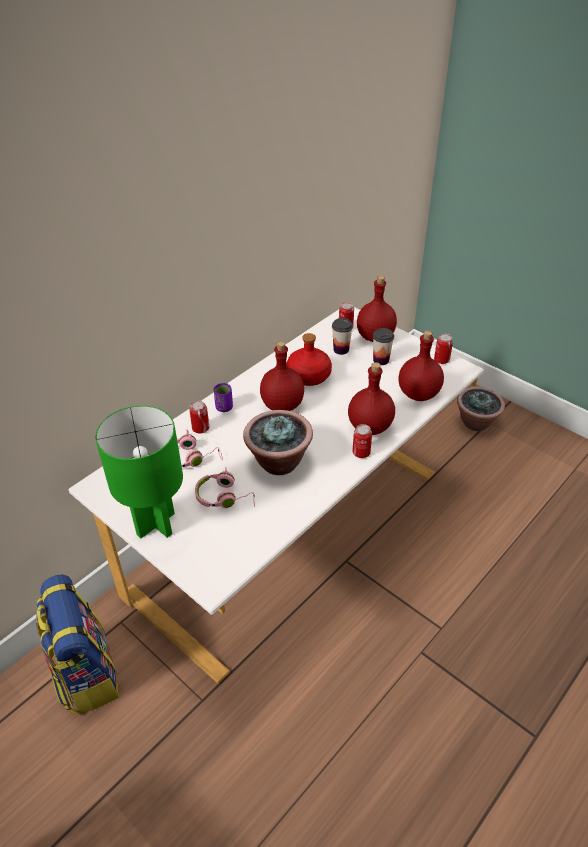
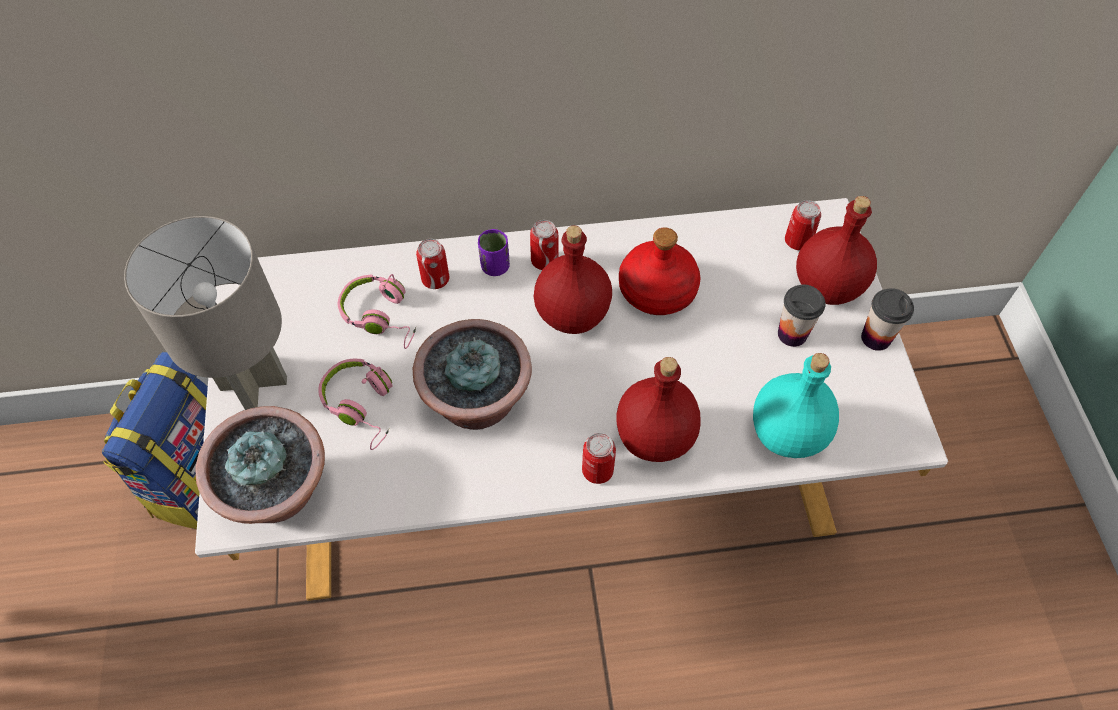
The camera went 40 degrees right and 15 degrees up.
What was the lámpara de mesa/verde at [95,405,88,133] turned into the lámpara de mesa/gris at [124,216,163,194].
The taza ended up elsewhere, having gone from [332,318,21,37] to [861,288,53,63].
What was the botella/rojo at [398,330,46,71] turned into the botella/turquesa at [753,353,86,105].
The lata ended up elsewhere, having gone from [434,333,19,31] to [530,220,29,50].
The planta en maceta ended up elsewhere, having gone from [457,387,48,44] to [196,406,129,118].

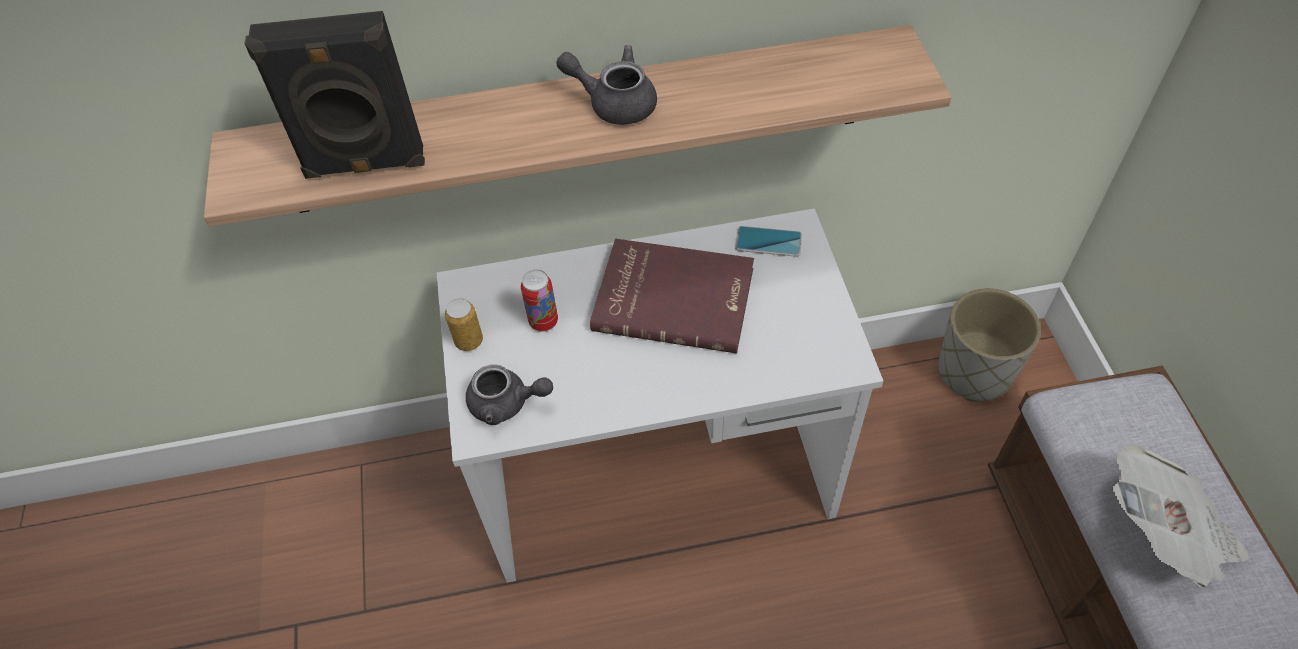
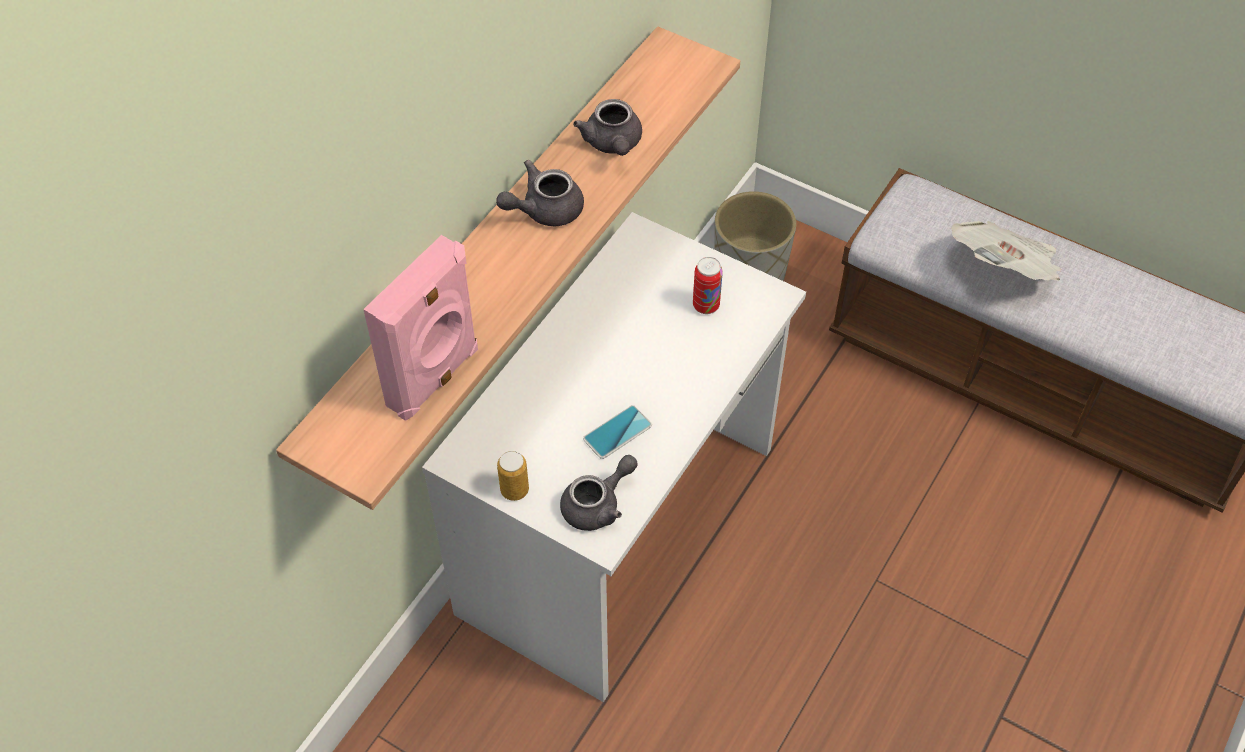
The camera went 50 degrees left and 0 degrees up.
What was the altavoz/negro at [244,11,181,168] turned into the altavoz/rosa at [363,235,115,186].
The lata ended up elsewhere, having gone from [521,269,37,63] to [693,257,30,57].
The second view lost the libro/rojo at [590,239,164,114].
The móvil ended up elsewhere, having gone from [735,226,67,31] to [583,405,69,54].
The second view gained the tetera/gris at [573,99,69,57].

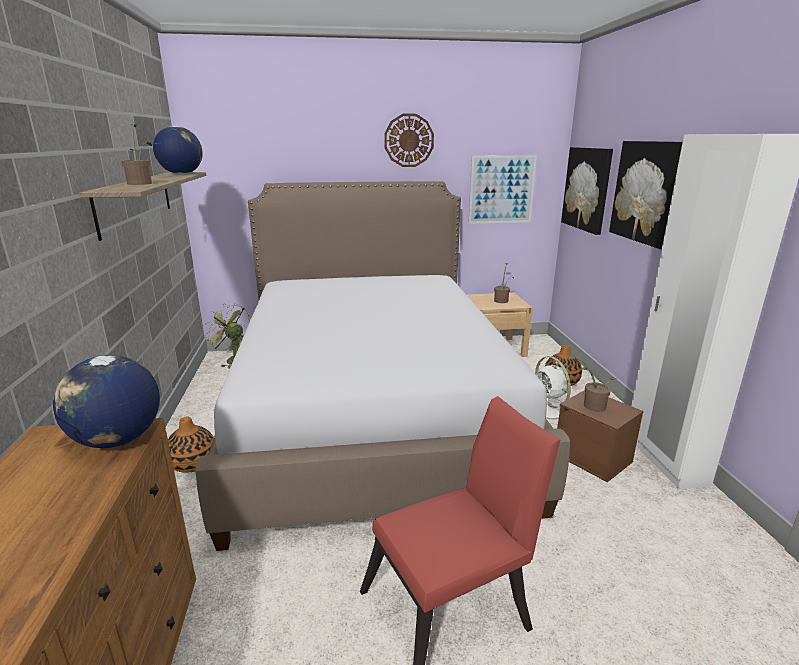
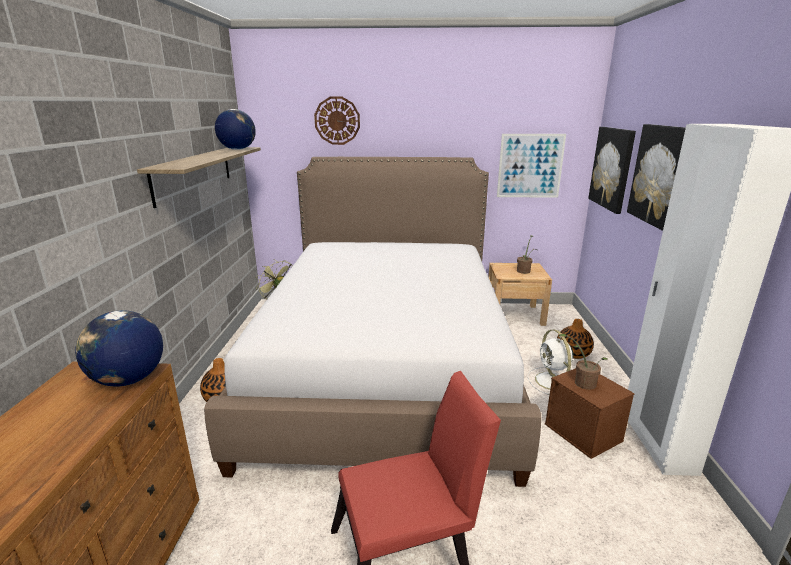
The camera went 10 degrees right and 0 degrees up.
The second view lost the planta en maceta at [121,124,31,61].
The reloj de pared ended up elsewhere, having gone from [384,114,50,53] to [314,97,46,48].

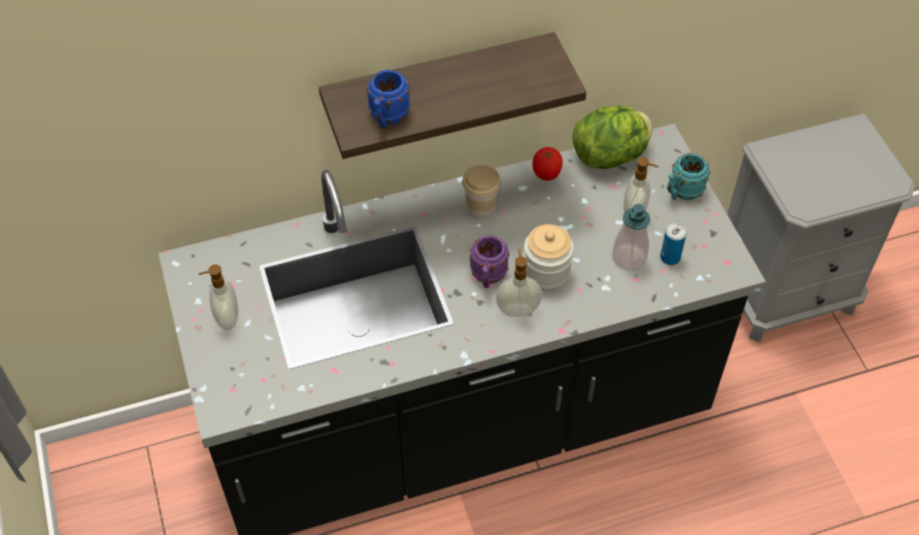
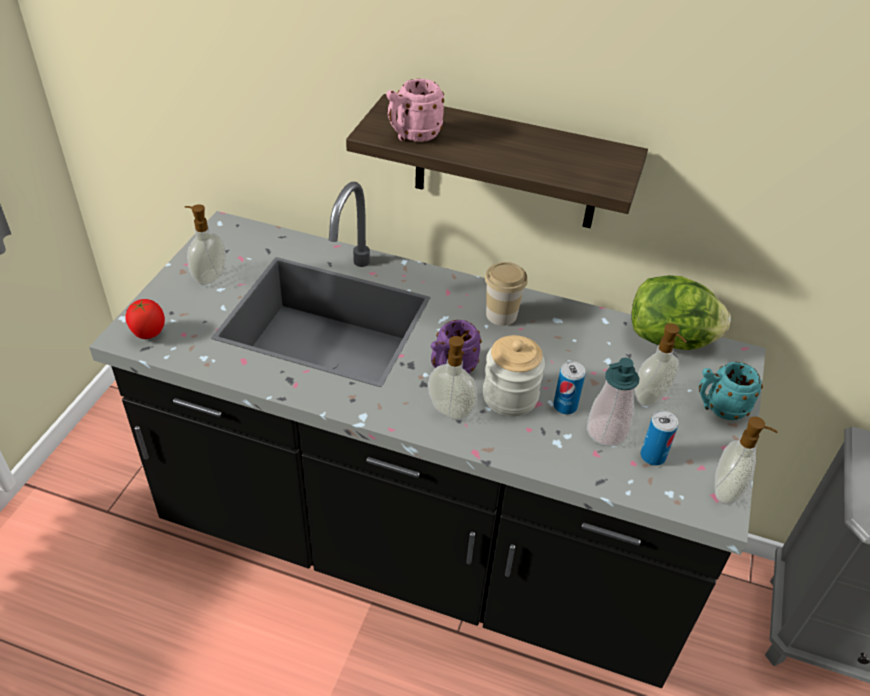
The camera went 35 degrees right and 10 degrees down.
What was the taza grande/azul at [367,70,43,59] turned into the taza grande/rosa at [387,79,57,63].
The tomate ended up elsewhere, having gone from [532,147,31,34] to [126,299,39,40].
The second view gained the lata at [553,361,33,53].
The second view gained the dispensador de jabón at [715,416,63,89].

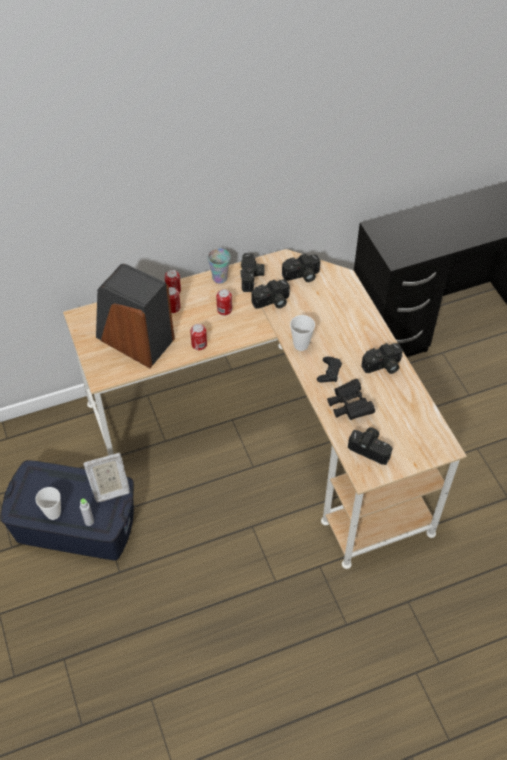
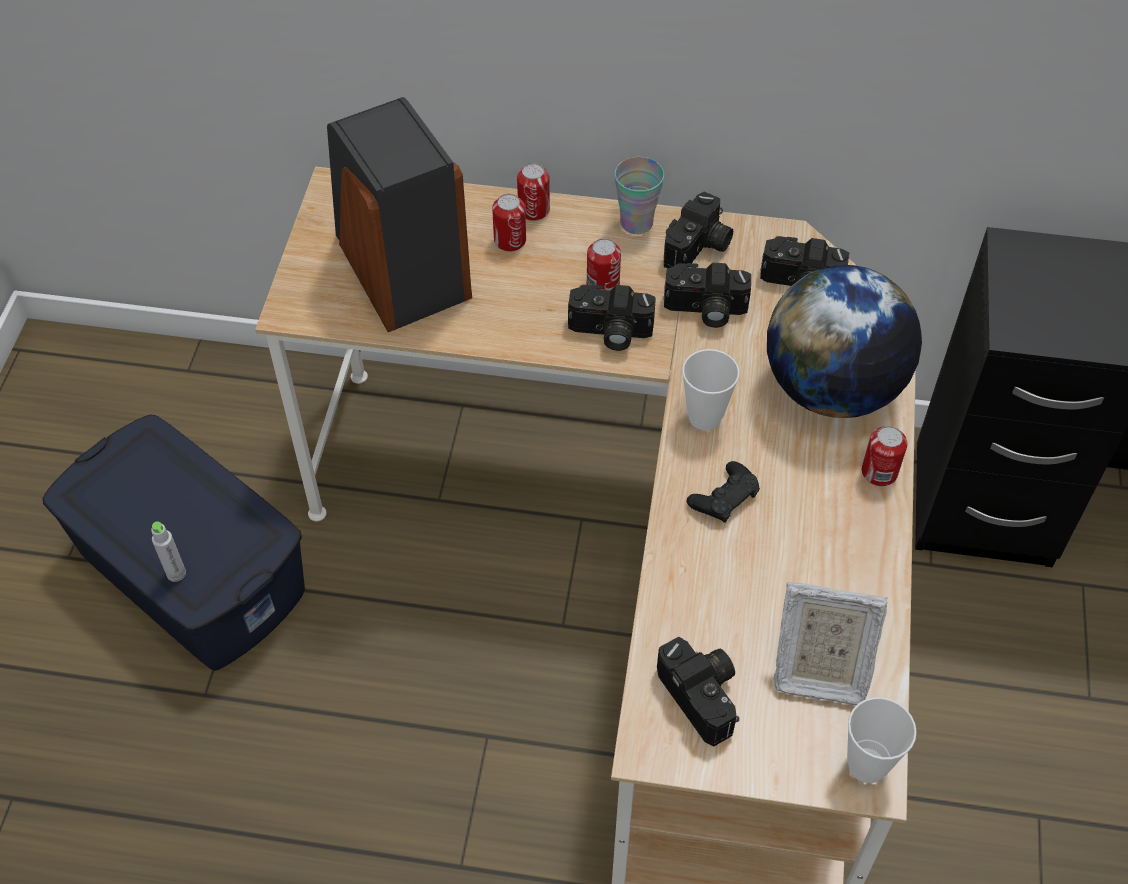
The camera went 30 degrees right and 0 degrees up.
The taza ended up elsewhere, having gone from [35,487,26,33] to [847,697,70,86].
The portarretratos ended up elsewhere, having gone from [83,452,47,50] to [773,582,115,123].
The lata ended up elsewhere, having gone from [190,324,17,26] to [862,426,45,60].
The second view lost the prismáticos/negro at [327,379,48,41].
The cámara ended up elsewhere, having gone from [361,343,42,31] to [568,285,88,66].
The second view gained the globo terráqueo at [767,265,155,153].

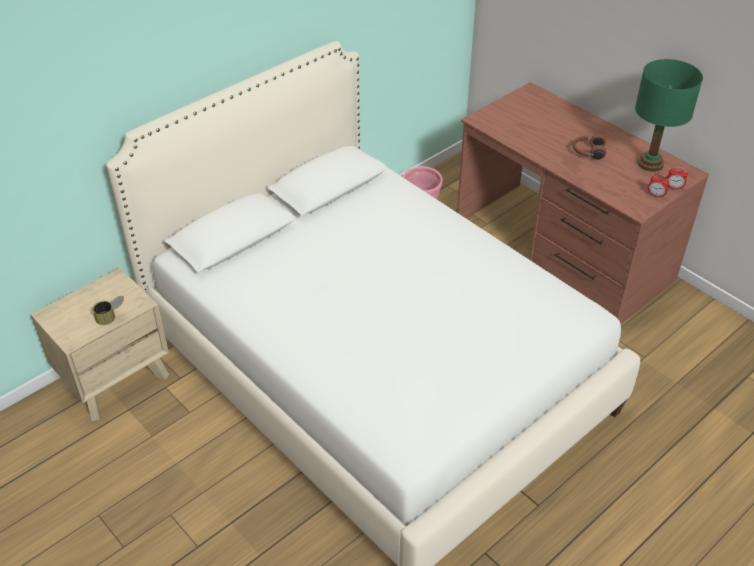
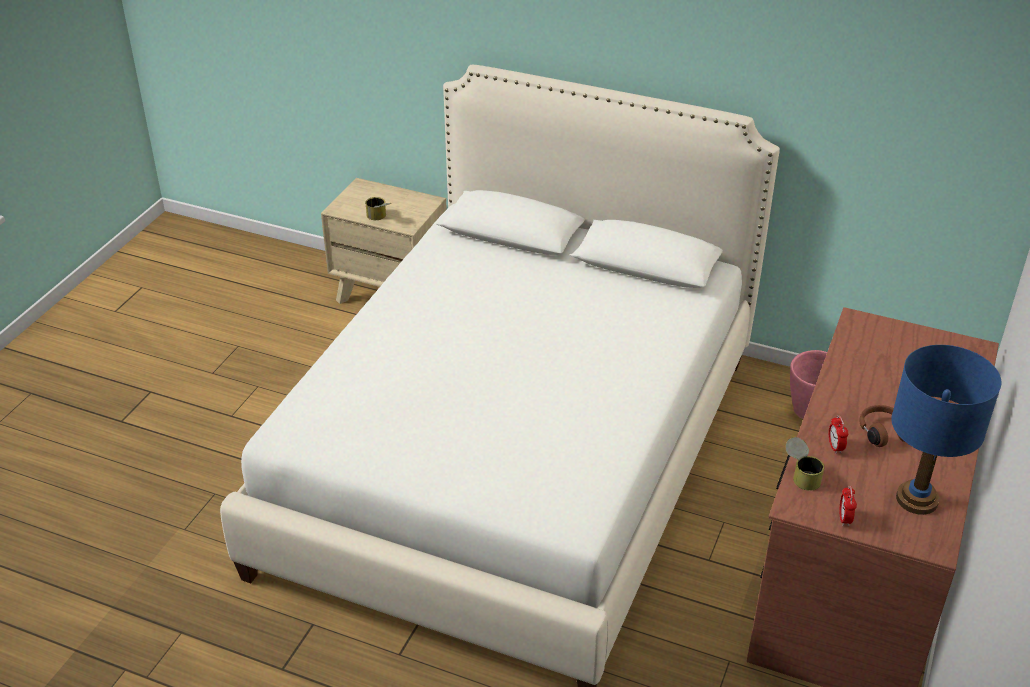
The camera went 65 degrees right and 5 degrees down.
What was the lámpara de mesa/verde at [635,59,68,113] turned into the lámpara de mesa/azul at [891,345,111,170].
The despertador ended up elsewhere, having gone from [667,166,21,24] to [829,416,20,38].
The second view gained the lata at [785,437,40,54].

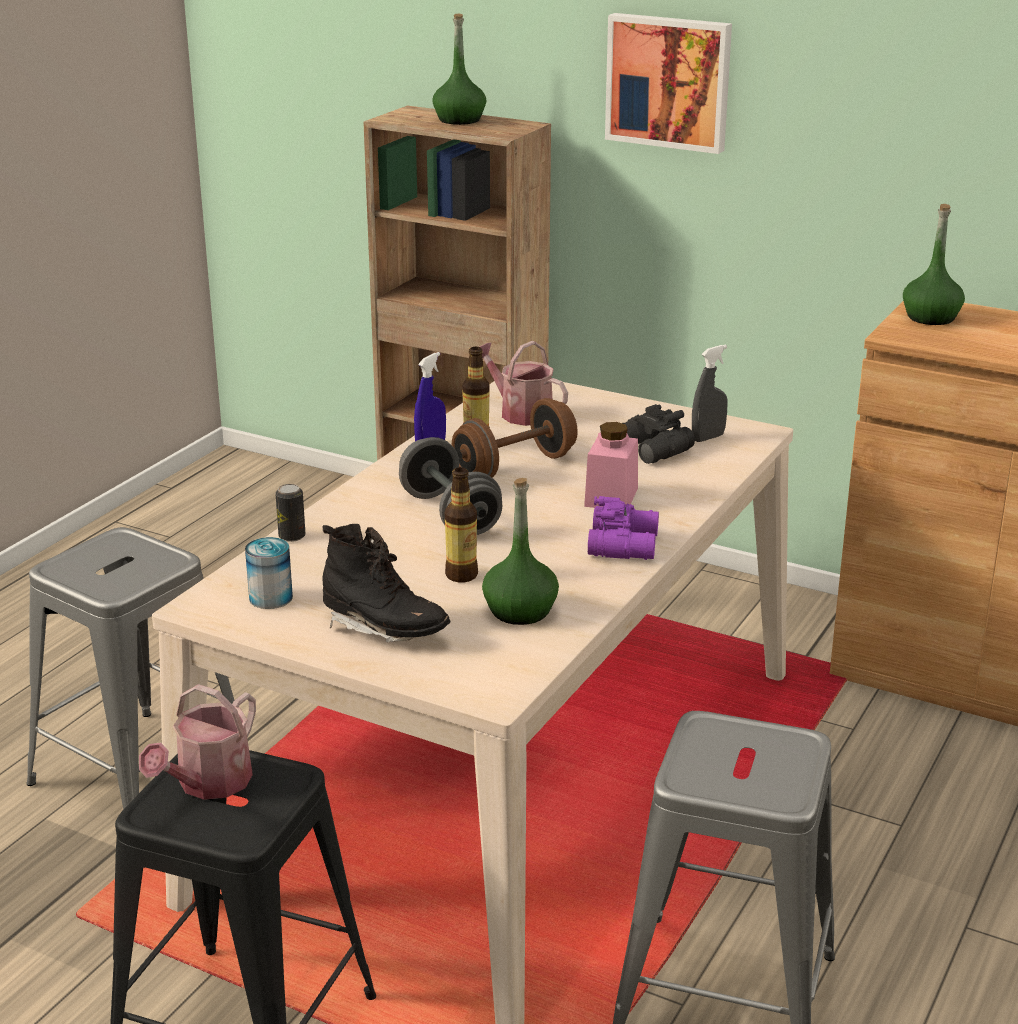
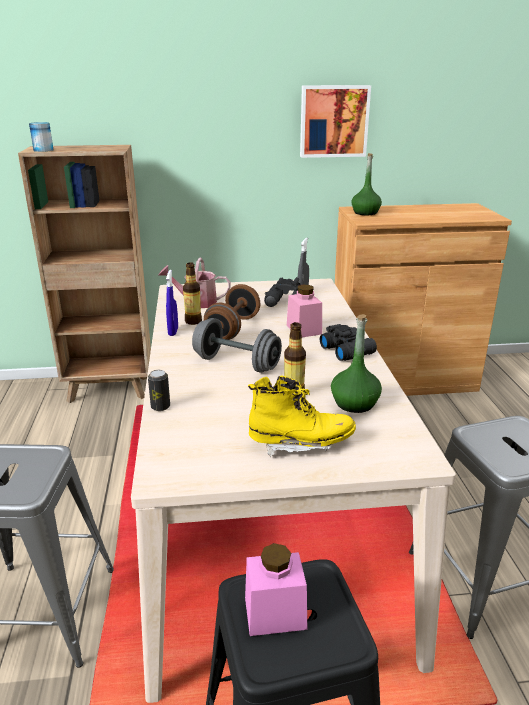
The camera went 35 degrees left and 0 degrees up.
Where the regadera stood at [139,684,117,116], the tarro/rosa came to stand at [245,543,62,93].
The lata ended up elsewhere, having gone from [245,537,48,72] to [29,122,25,30].
What was the bota/negro at [323,524,127,118] turned into the bota/amarillo at [248,375,108,82].
The second view lost the botella/verde at [432,14,54,111].
What was the prismáticos/morado at [588,496,71,64] turned into the prismáticos/negro at [320,324,57,37].
The cuadro ended up elsewhere, having gone from [605,13,127,141] to [300,85,71,73].

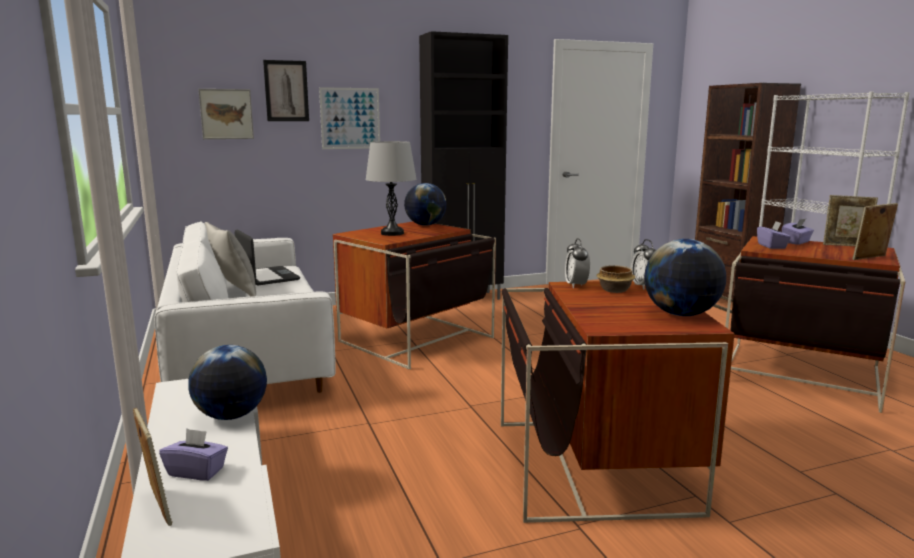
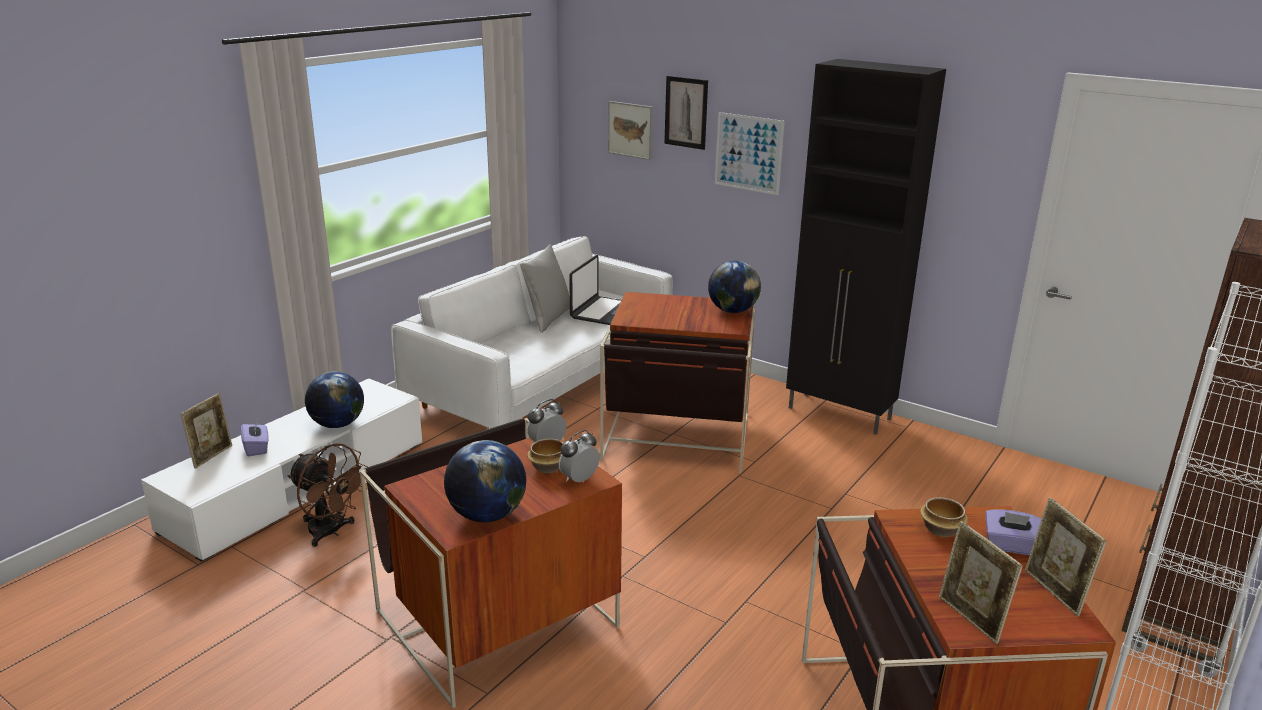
The camera went 55 degrees right and 10 degrees up.
The second view lost the lámpara de mesa/gris at [365,141,51,95].
Where the caja de pañuelos/morado stood at [757,221,34,28], the cuenco came to stand at [920,497,48,40].
The portarretratos at [852,203,46,57] ended up facing another way, 150 degrees counterclockwise from before.
The second view gained the ventilador/marrón at [288,443,80,104].

